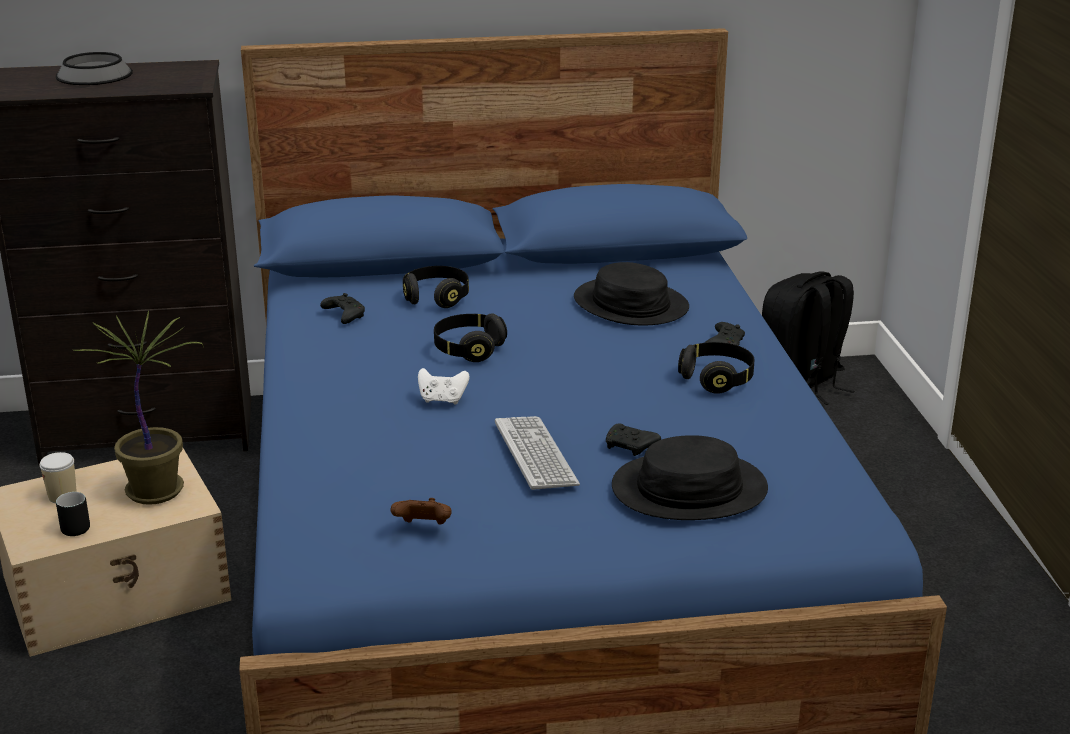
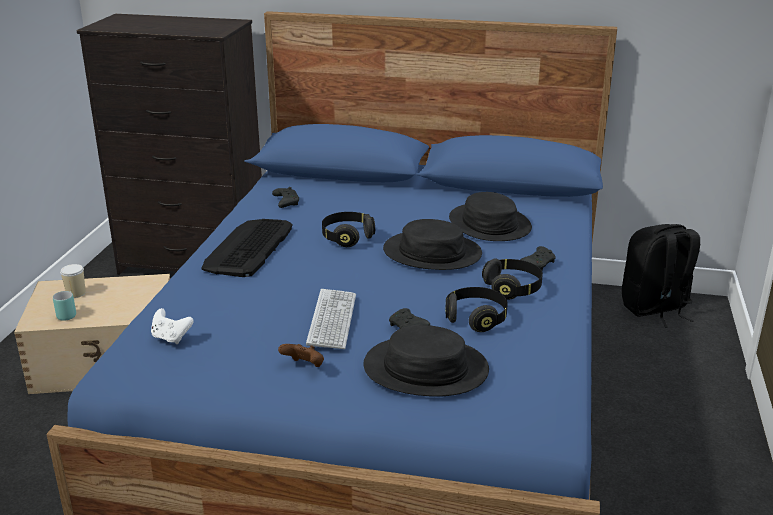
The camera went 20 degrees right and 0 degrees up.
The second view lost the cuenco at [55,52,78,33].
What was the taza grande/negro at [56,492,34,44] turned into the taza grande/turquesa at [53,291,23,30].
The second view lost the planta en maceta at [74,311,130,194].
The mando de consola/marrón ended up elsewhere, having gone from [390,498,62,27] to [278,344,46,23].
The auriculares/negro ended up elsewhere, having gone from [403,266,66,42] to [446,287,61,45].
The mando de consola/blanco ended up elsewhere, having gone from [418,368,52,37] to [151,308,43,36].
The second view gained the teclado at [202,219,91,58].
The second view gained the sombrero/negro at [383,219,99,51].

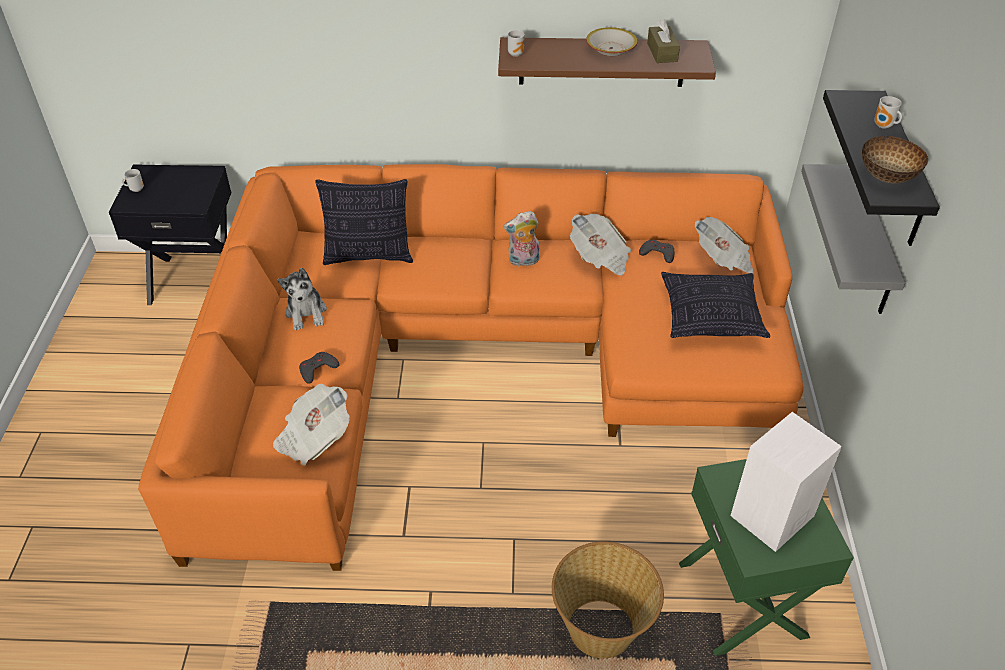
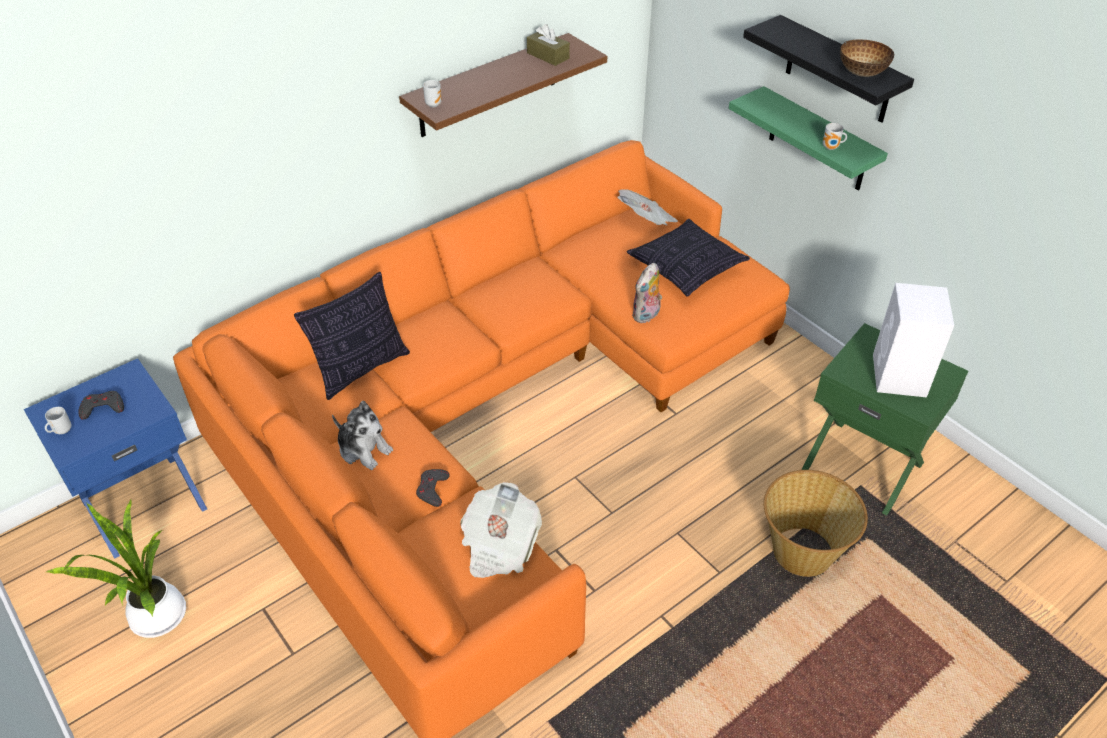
The camera went 40 degrees left and 0 degrees up.
What was the mesa auxiliar/negro at [109,164,122,141] turned into the mesa auxiliar/azul at [24,358,183,200].
The peluche ended up elsewhere, having gone from [503,211,37,55] to [632,263,30,60].
The second view lost the periódico at [570,214,61,62].
The second view lost the cuenco at [586,27,51,29].
The mando de consola/gris ended up elsewhere, having gone from [639,239,35,24] to [78,391,46,28].
What was the estante/gris at [801,164,105,150] turned into the estante/verde at [729,86,159,105].
The taza grande ended up elsewhere, having gone from [874,96,28,33] to [823,123,24,27].
The second view gained the planta en maceta at [45,498,141,140].

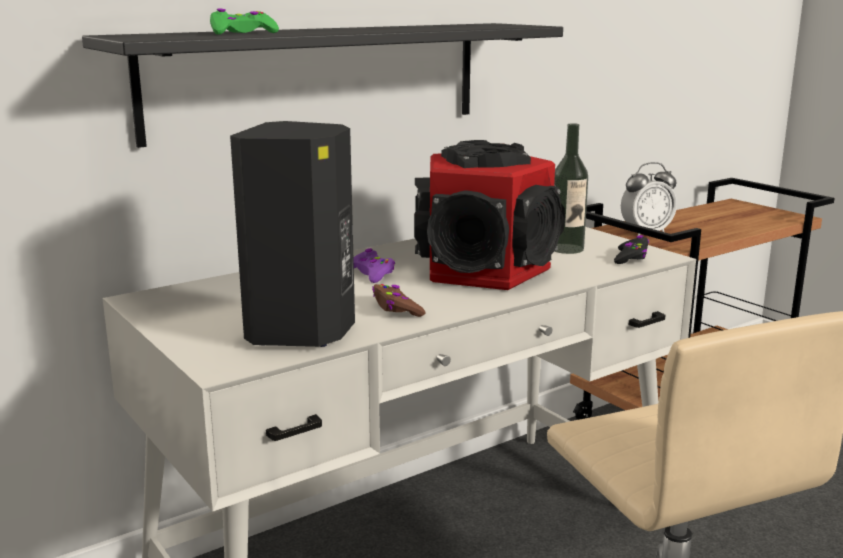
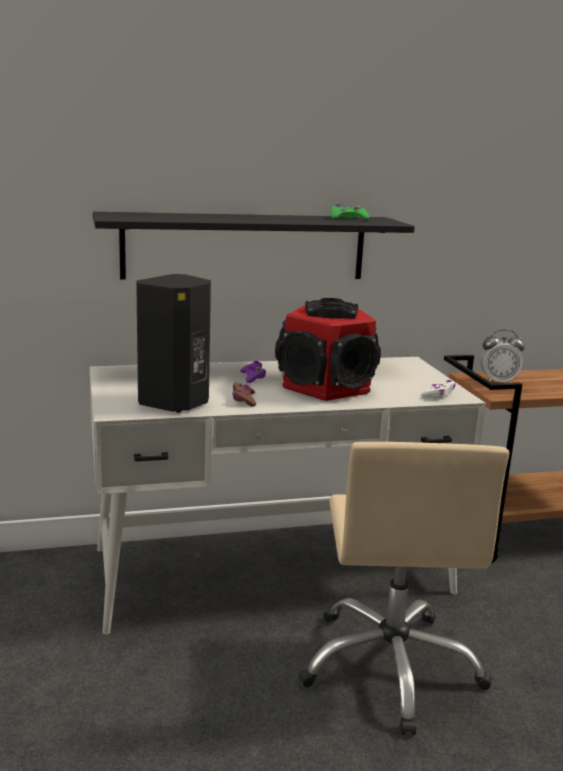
The camera went 20 degrees right and 0 degrees up.
The mando de consola/verde ended up elsewhere, having gone from [210,9,69,26] to [331,204,38,16].
The second view lost the botella at [554,123,34,131].
What was the mando de consola/negro at [614,235,35,29] turned into the mando de consola/blanco at [421,380,34,18].

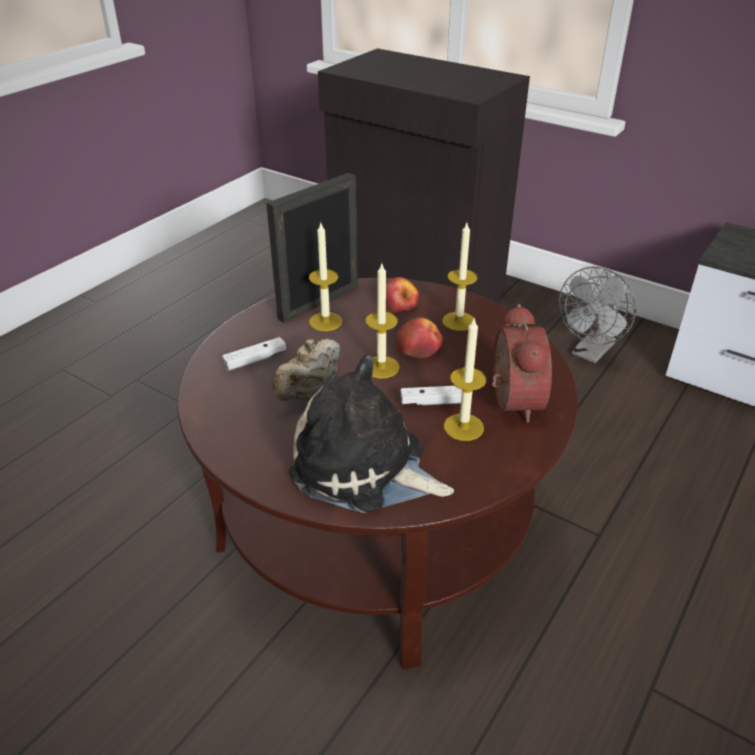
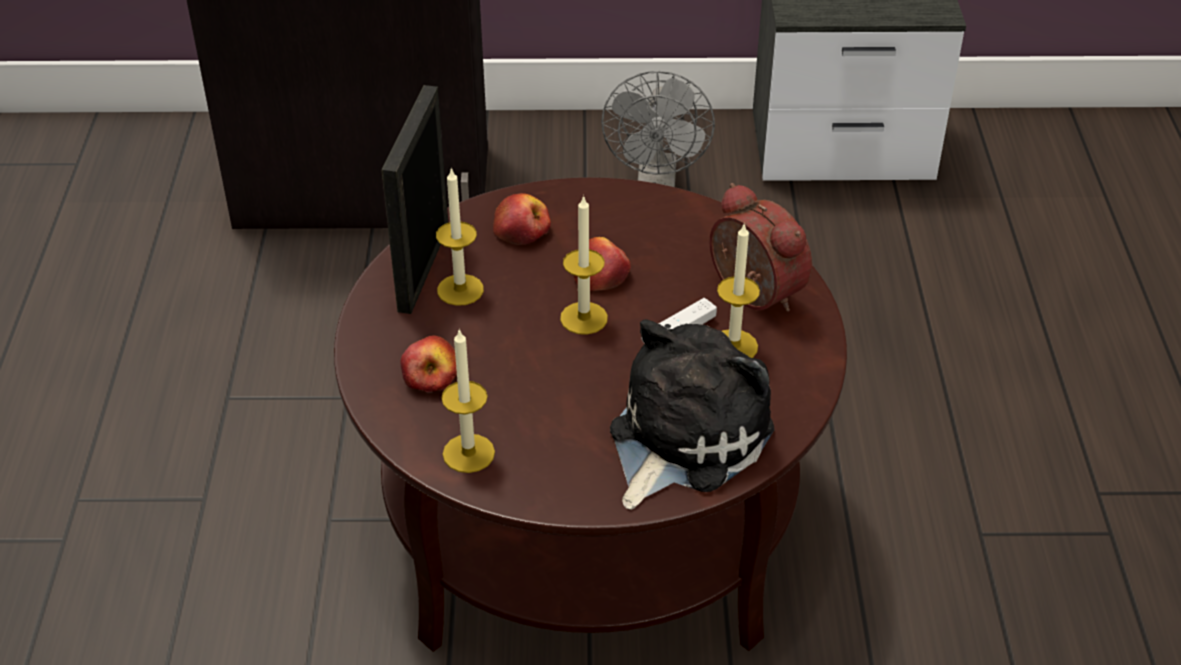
The camera went 35 degrees left and 5 degrees up.
Where the mando de consola/blanco stood at [222,337,64,34], the manzana came to stand at [400,335,57,57].
The second view lost the tetera/beis at [273,339,67,62].
The peluche at [289,355,165,158] ended up facing another way, 135 degrees clockwise from before.
The vela ended up elsewhere, having gone from [442,223,36,108] to [441,329,54,144].

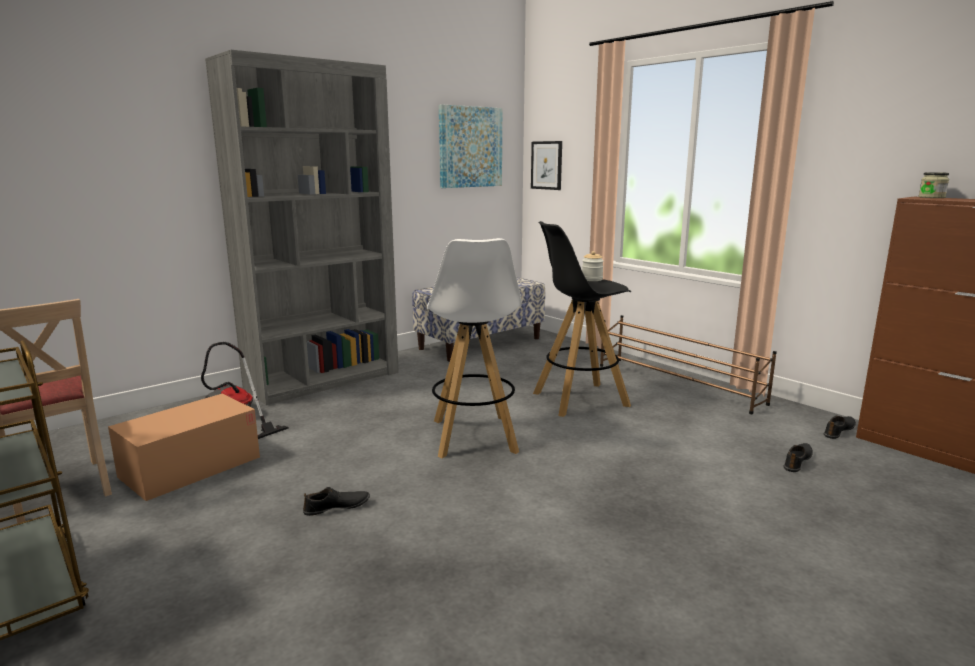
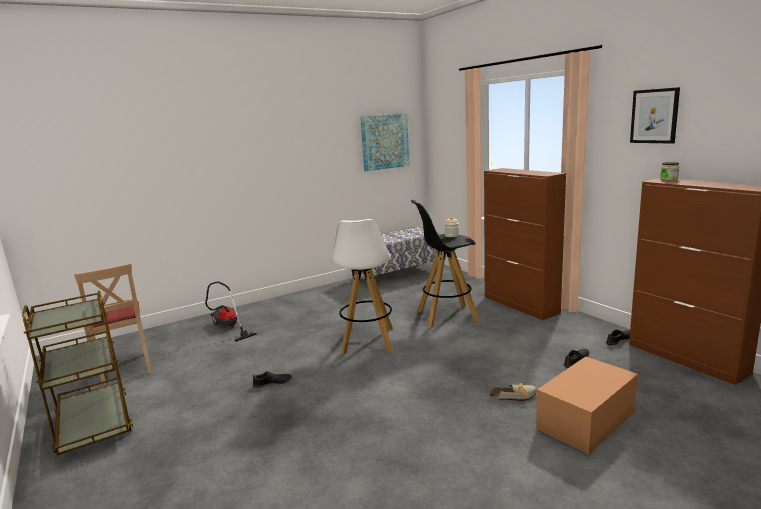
The camera went 10 degrees right and 0 degrees up.
The caja de cartón ended up elsewhere, having gone from [108,394,152,107] to [536,356,102,99].
The second view lost the estantería/gris at [205,50,194,355].
The cuadro ended up elsewhere, having gone from [531,141,31,49] to [630,87,50,57].
Where the zapatero/marrón stood at [600,315,177,99], the armario/marrón came to stand at [484,168,82,152].
The second view gained the zapato at [490,383,47,18].

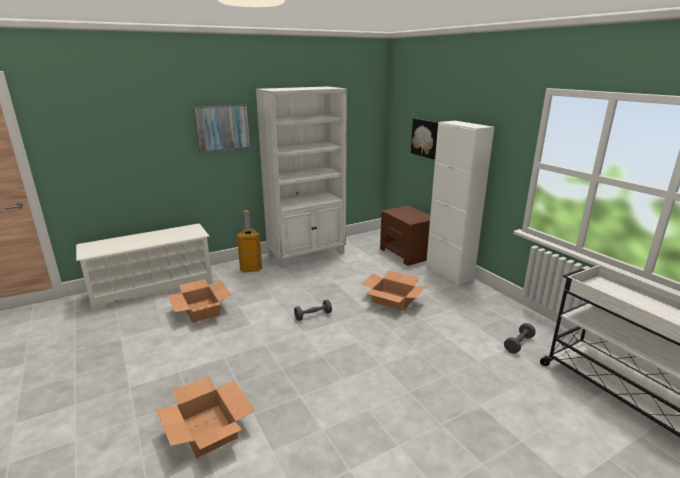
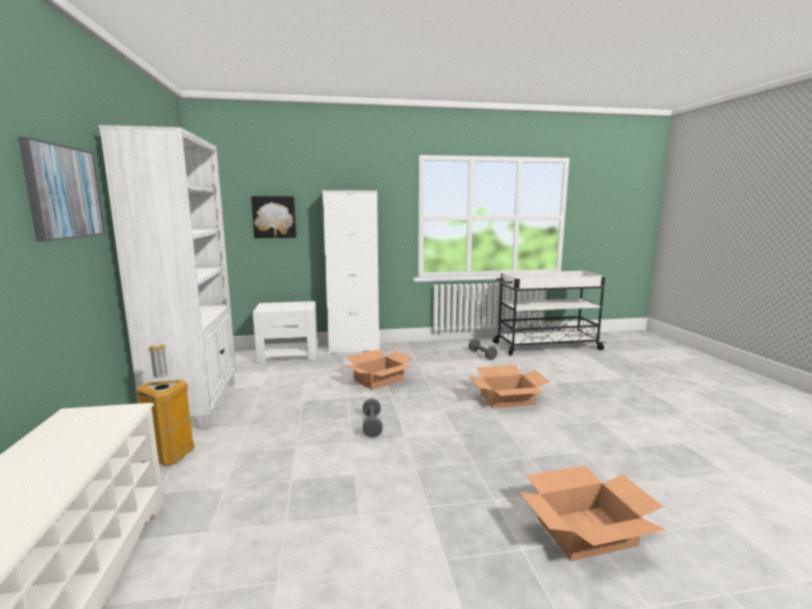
The camera went 70 degrees left and 10 degrees down.
The caja de cartón ended up elsewhere, having gone from [167,279,65,44] to [468,365,82,43].
What was the mesita de noche/marrón at [380,205,50,61] turned into the mesita de noche/blanco at [253,301,65,63].

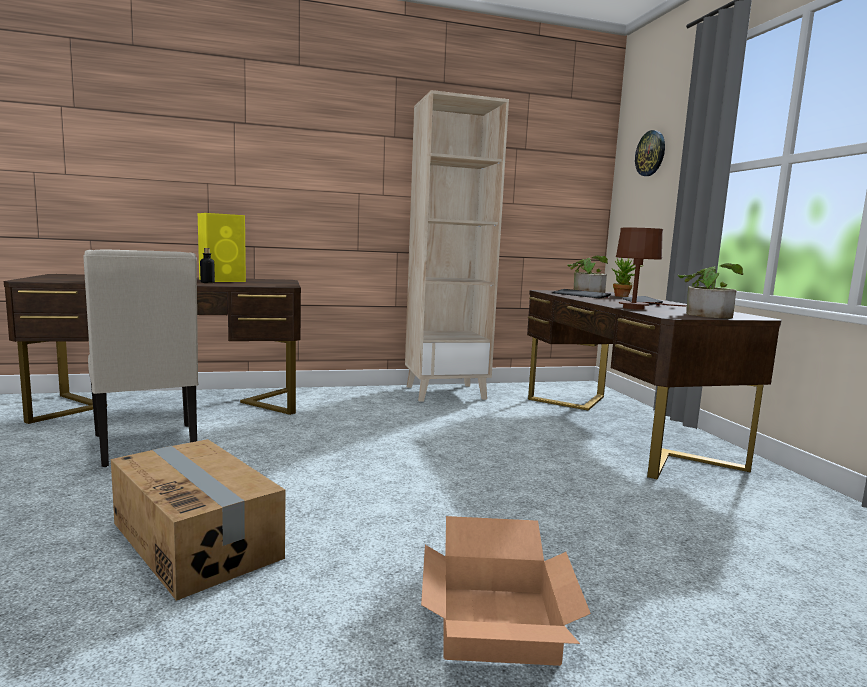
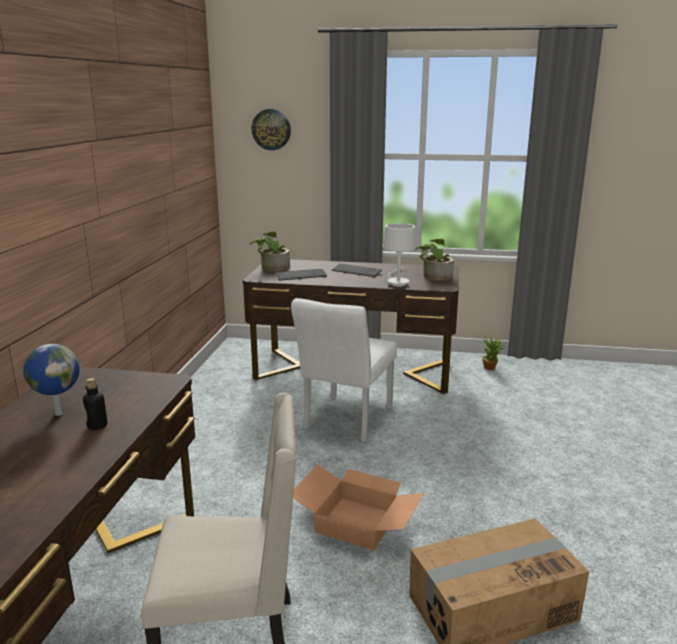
The camera went 65 degrees left and 10 degrees up.
Where the altavoz/amarillo stood at [198,213,48,69], the globo terráqueo came to stand at [23,344,57,72].
The second view lost the estantería/beis at [405,90,104,312].
The caja de cartón ended up elsewhere, having gone from [421,516,170,150] to [293,464,132,87].
The planta en maceta ended up elsewhere, having gone from [611,258,33,39] to [482,336,24,34].
What was the lámpara de mesa/marrón at [616,228,71,82] turned into the lámpara de mesa/blanco at [383,223,33,64].
The second view gained the silla/blanco at [291,298,106,144].

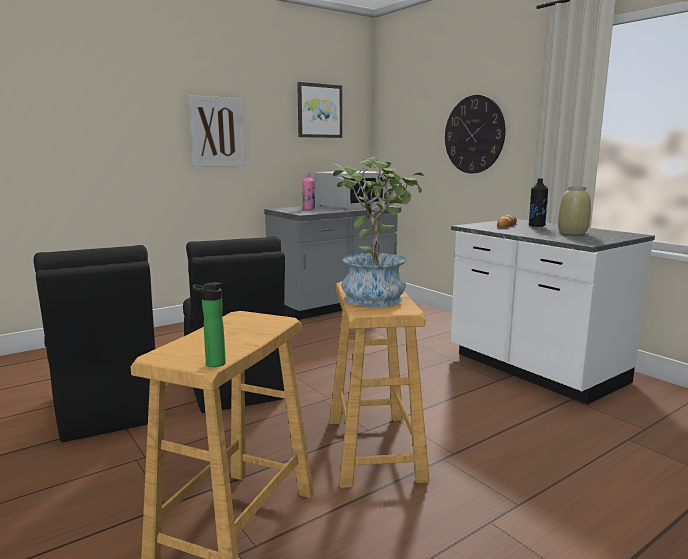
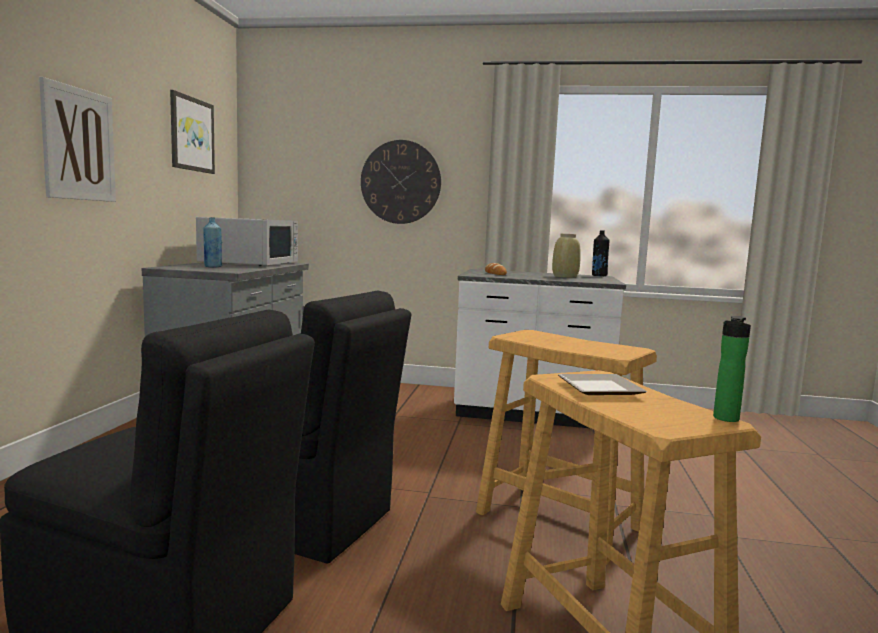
The camera went 45 degrees left and 5 degrees down.
What was the botella/rosa at [302,174,13,36] turned into the botella/azul at [203,217,19,50].
The second view lost the planta en maceta at [333,157,91,150].
The botella/negro ended up elsewhere, having gone from [529,178,19,49] to [592,230,18,46].
The second view gained the plato at [558,374,89,21].

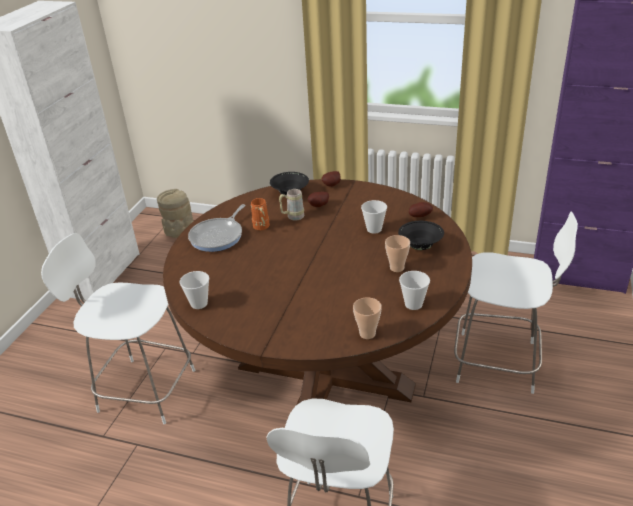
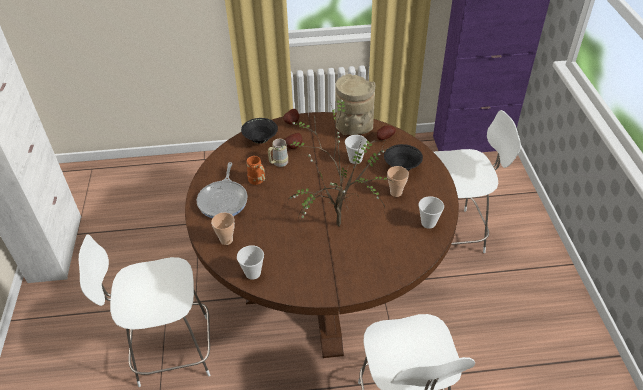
The camera went 25 degrees left and 10 degrees up.
The florero/beis ended up elsewhere, having gone from [157,189,36,49] to [336,74,39,61].
The taza ended up elsewhere, having gone from [353,297,29,42] to [211,212,24,33].
The second view gained the planta en maceta at [274,97,121,130].

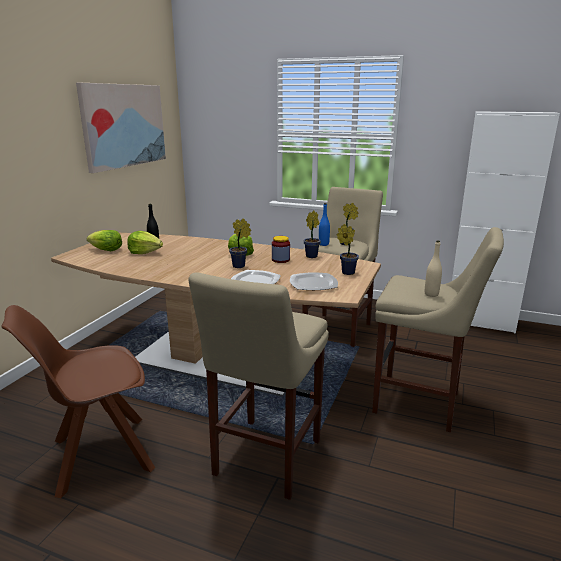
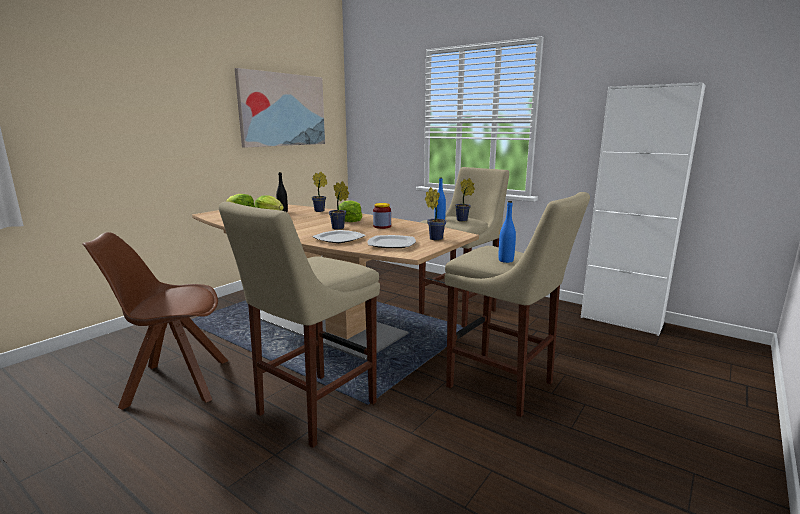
The camera went 15 degrees right and 5 degrees down.
The planta en maceta ended up elsewhere, having gone from [304,210,17,48] to [312,172,15,40].
What was the botella/beis at [425,240,17,57] turned into the botella/azul at [498,201,18,62].

